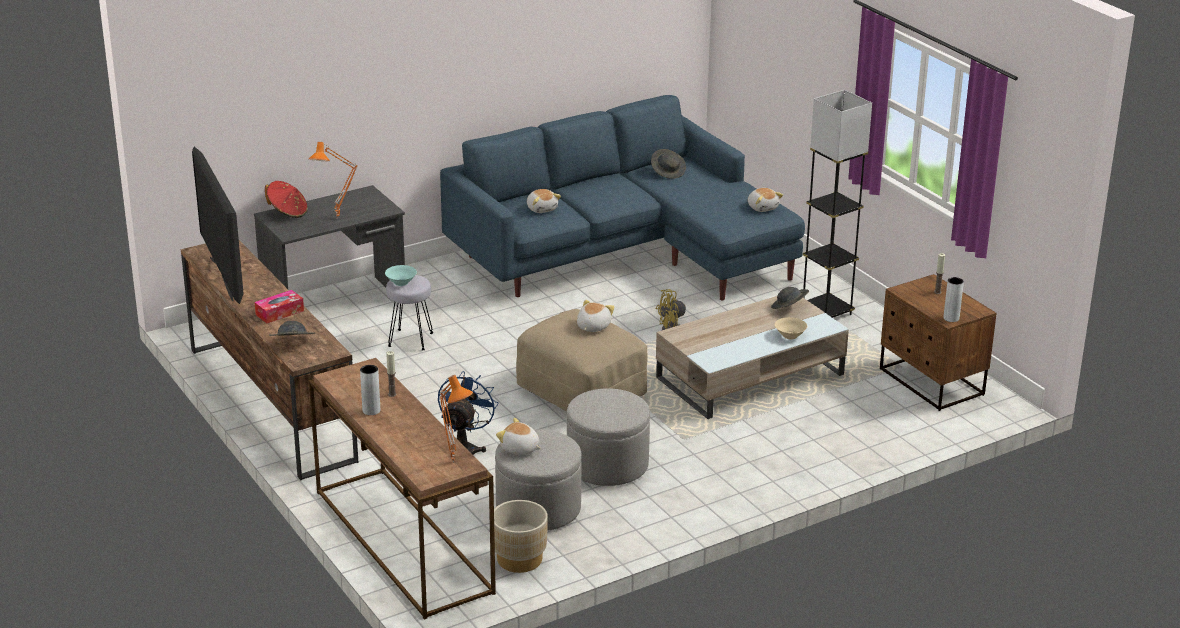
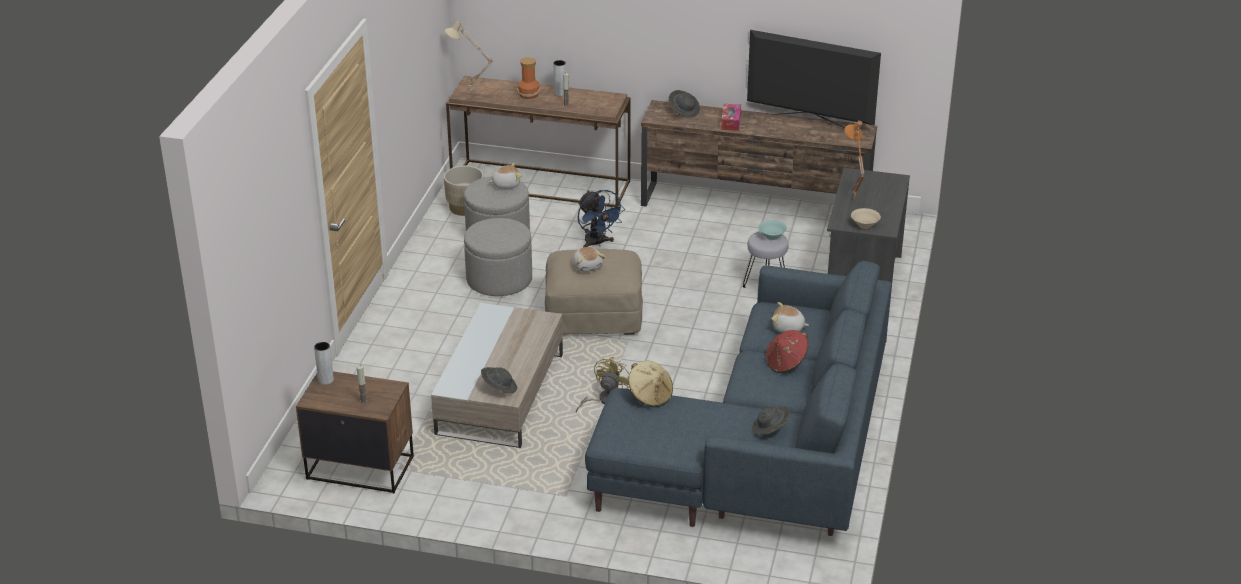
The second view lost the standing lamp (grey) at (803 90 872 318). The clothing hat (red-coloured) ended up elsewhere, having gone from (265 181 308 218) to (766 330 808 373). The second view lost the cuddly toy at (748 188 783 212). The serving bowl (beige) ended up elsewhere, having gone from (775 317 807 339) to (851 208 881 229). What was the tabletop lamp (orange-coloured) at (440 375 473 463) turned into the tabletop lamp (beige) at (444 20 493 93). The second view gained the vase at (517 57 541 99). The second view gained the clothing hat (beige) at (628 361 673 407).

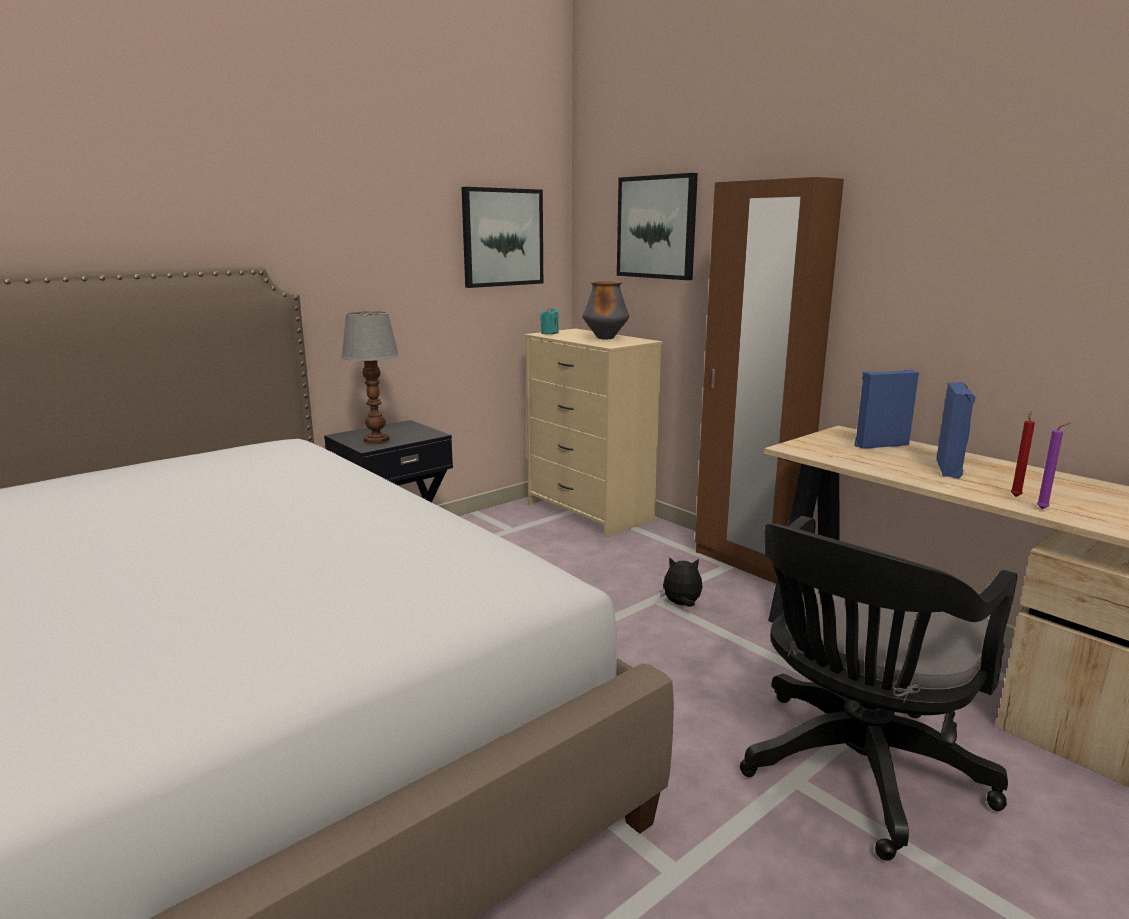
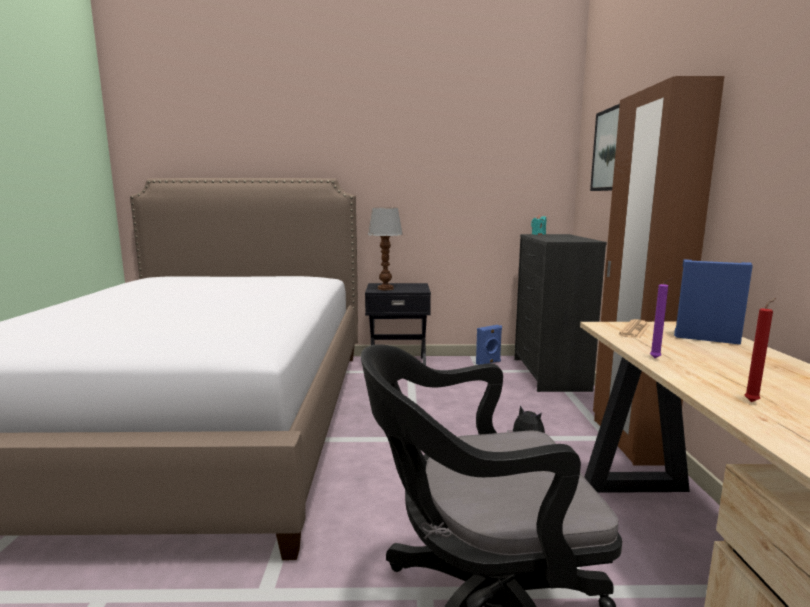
The second view lost the wall picture at (461 187 543 288). The second view lost the vase at (582 281 629 339). What was the chest of drawers (beige) at (525 329 663 537) turned into the chest of drawers (black-coloured) at (514 234 607 392). The loudspeaker (blue) ended up elsewhere, having gone from (936 382 975 479) to (476 325 502 365). The candle (purple) ended up elsewhere, having gone from (1037 423 1071 509) to (650 278 673 358). The second view gained the daily paper at (619 319 649 338).

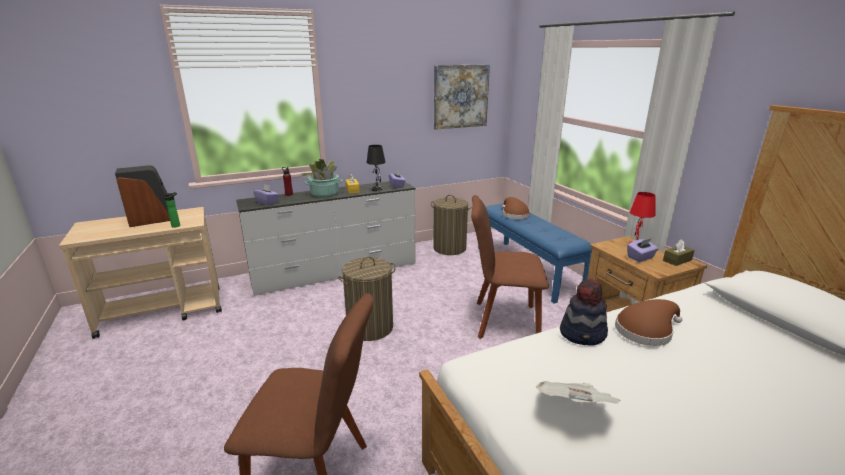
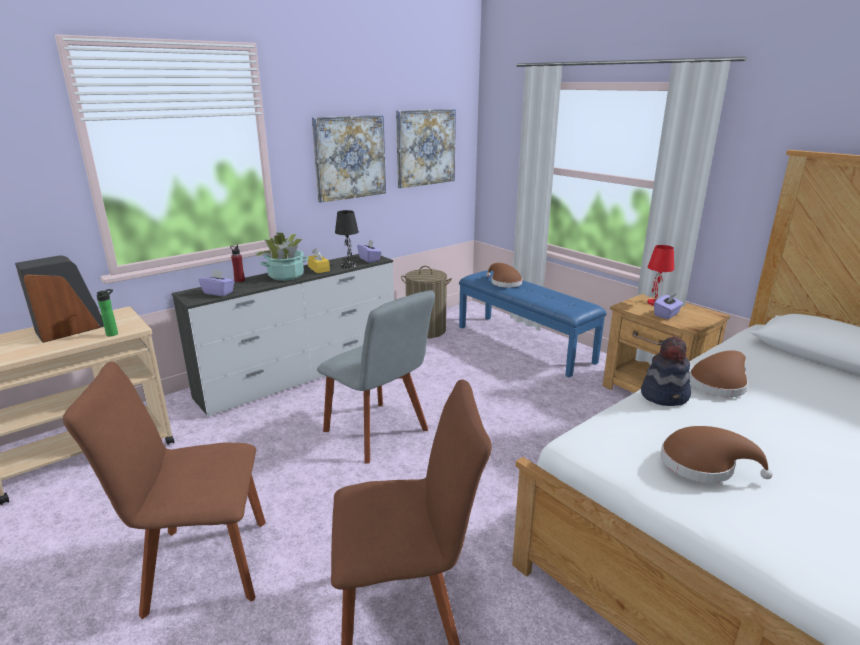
The plain chair (brownish) ended up elsewhere, having gone from (471 195 549 339) to (63 361 266 619). The second view lost the tissue box (brownish) at (663 239 695 266). Where the laundry basket stood at (338 257 396 341), the plain chair (grey) came to stand at (317 290 435 464). Where the daily paper stood at (535 381 621 404), the clothing hat (brownish) came to stand at (661 426 773 483). The second view gained the wall picture at (312 115 386 203).

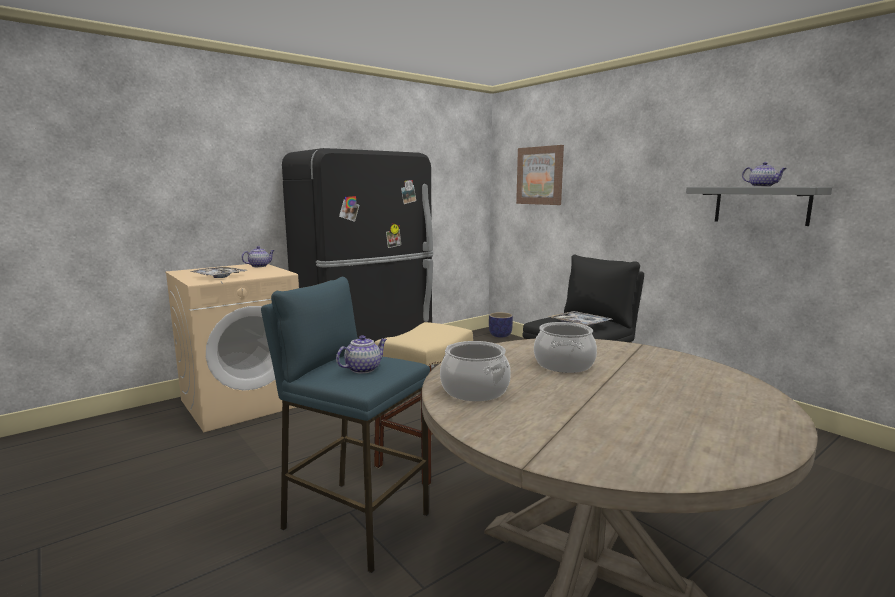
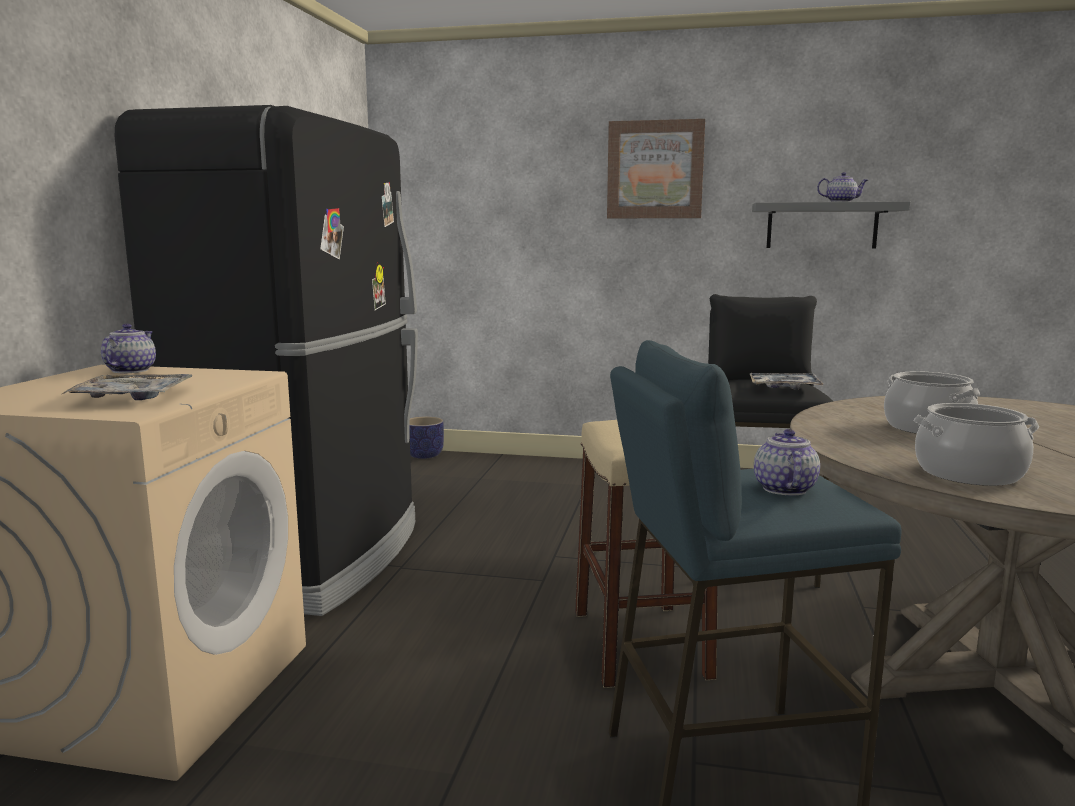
The wall picture ended up elsewhere, having gone from (516 145 564 205) to (607 119 705 218).

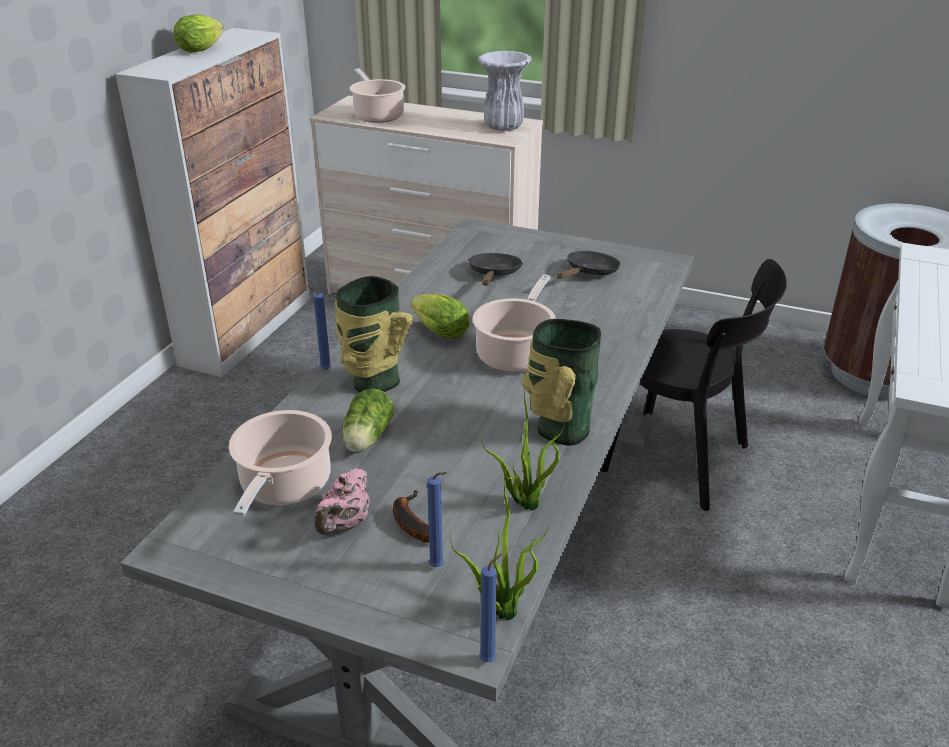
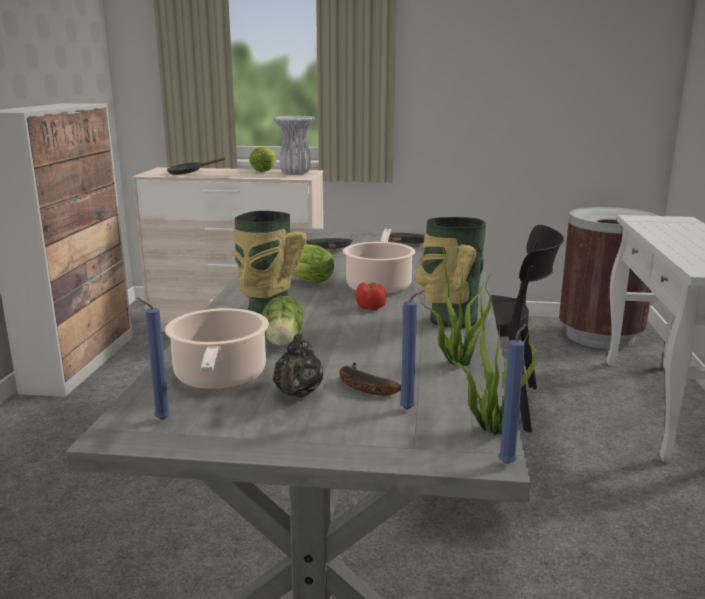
The lettuce head ended up elsewhere, having gone from (173 14 224 53) to (249 146 276 172). Where the saucepot stood at (350 68 406 123), the skillet (black-coloured) came to stand at (167 157 226 175). The candle (blue) ended up elsewhere, having gone from (307 285 332 370) to (137 298 171 420). What was the pot for tea (pinkish) at (315 468 370 535) turned into the pot for tea (black-coloured) at (273 334 323 397). The second view gained the tomato at (356 283 386 310).

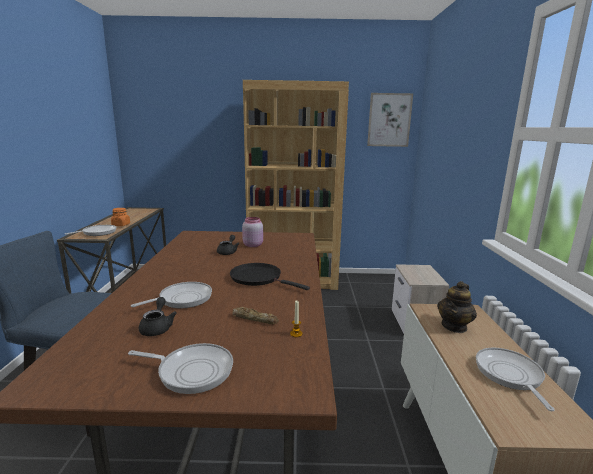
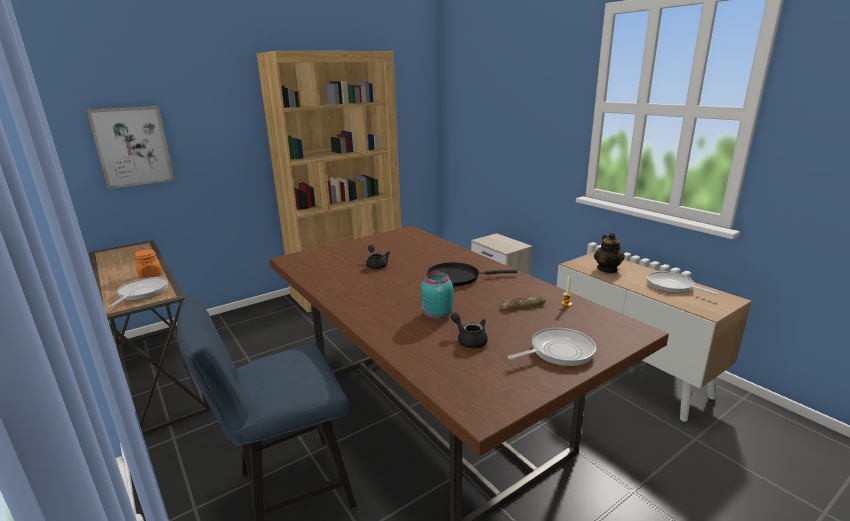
The wall picture ended up elsewhere, having gone from (367 93 413 147) to (87 106 175 189). The second view lost the storage jar (pinkish) at (242 217 263 247). Where the skillet stood at (131 282 212 308), the storage jar (blue-green) came to stand at (421 271 453 319).

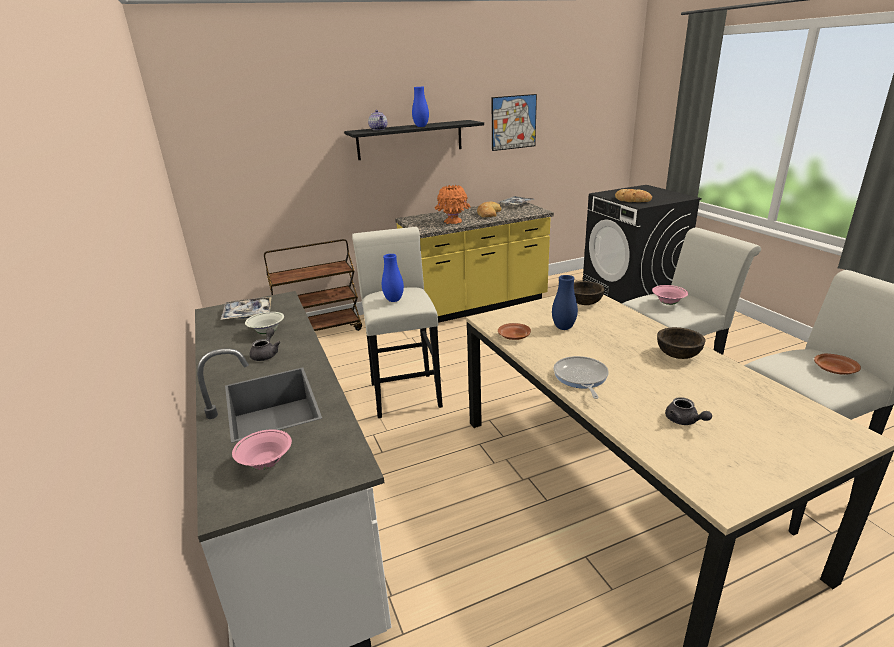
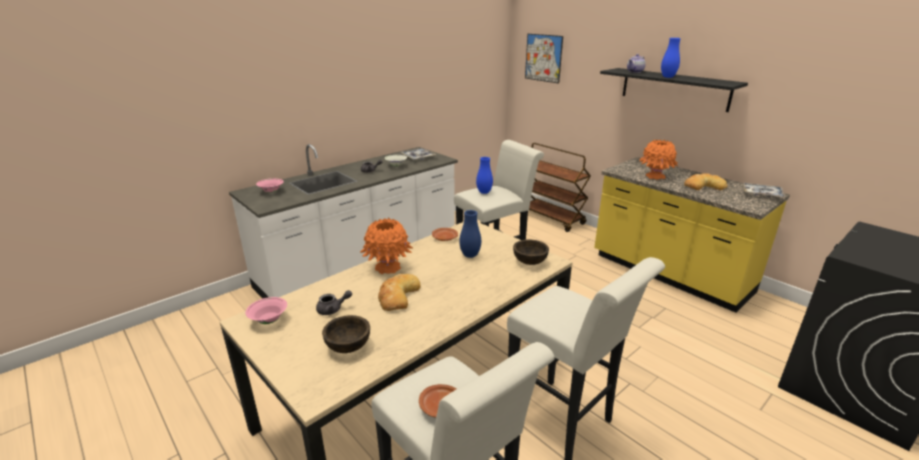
The wall picture ended up elsewhere, having gone from (492 94 537 151) to (525 34 563 84). The baked bread ended up elsewhere, having gone from (615 189 652 202) to (378 274 420 311). The serving bowl (pinkish) ended up elsewhere, having gone from (652 285 688 305) to (245 297 287 324). The serving bowl (brownish) ended up elsewhere, having gone from (657 327 706 359) to (322 315 370 353). Where the skillet stood at (554 356 609 399), the vase (orange-coloured) came to stand at (360 218 413 274). The pot for tea (grey) at (665 397 712 425) ended up facing another way, 150 degrees counterclockwise from before.

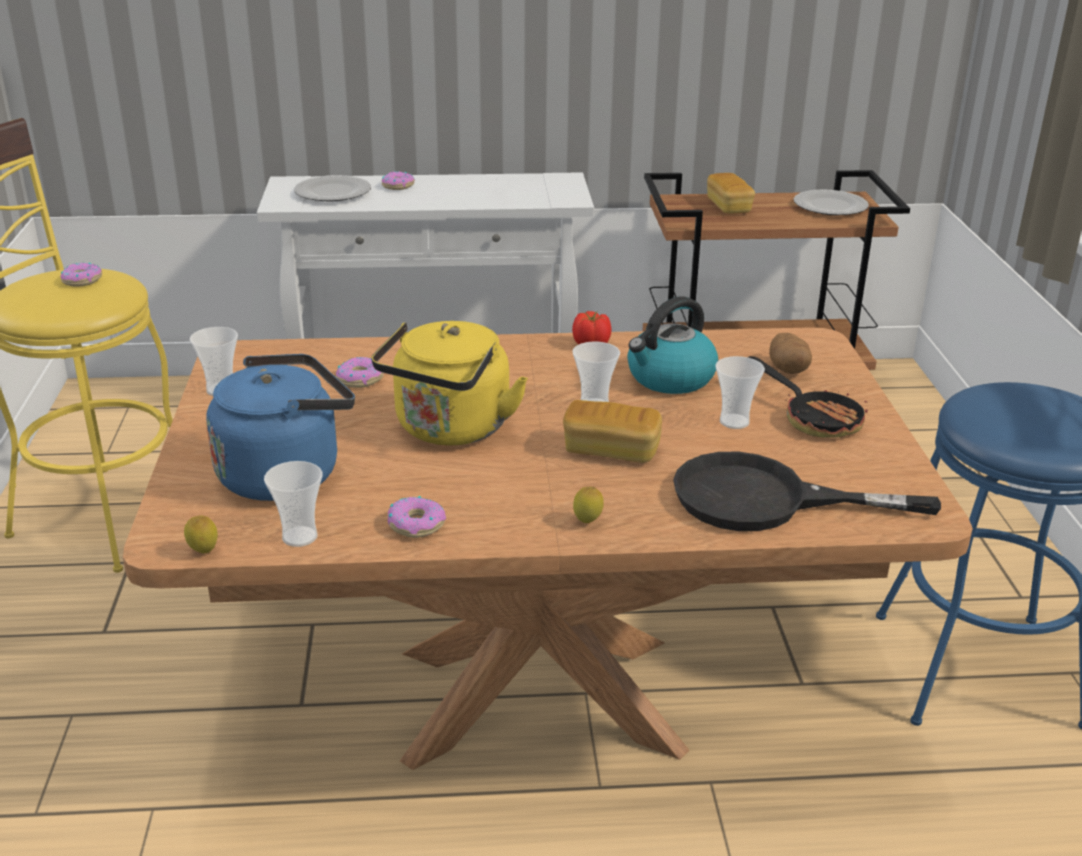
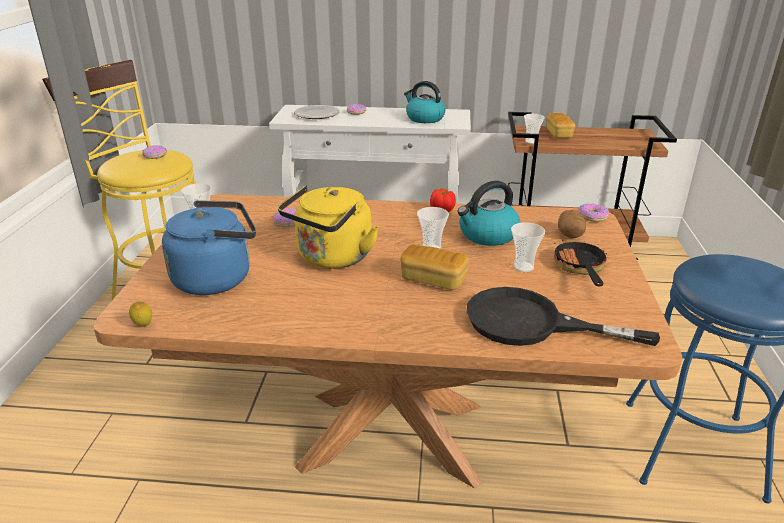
The second view lost the plate at (794 190 869 215). The skillet at (748 356 868 438) ended up facing another way, 150 degrees counterclockwise from before. The drinking cup ended up elsewhere, having gone from (264 461 322 547) to (524 114 545 144). The second view lost the citrus fruit at (573 487 604 523). The doughnut ended up elsewhere, having gone from (388 496 446 538) to (578 203 610 222). The second view gained the water kettle at (404 81 445 123).

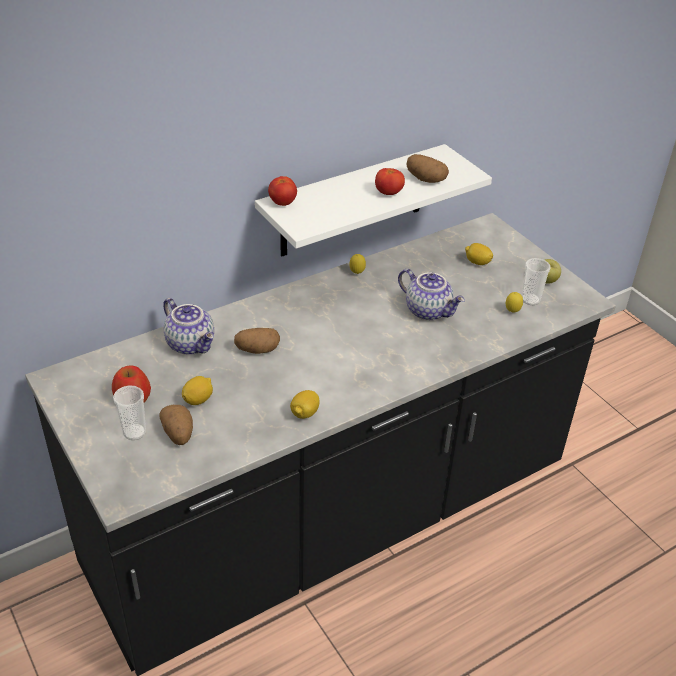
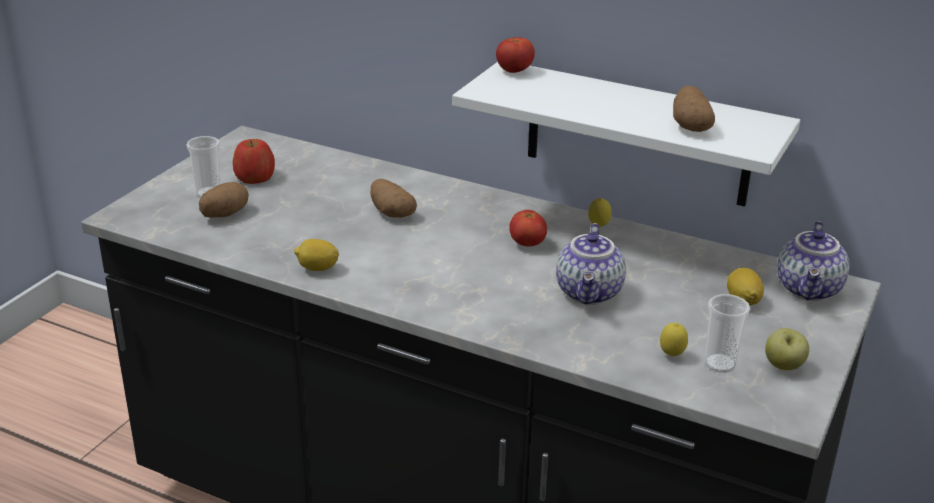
The tomato ended up elsewhere, having gone from (375 168 405 195) to (509 210 547 247). The pot for tea ended up elsewhere, having gone from (164 298 214 355) to (777 221 849 301). The second view lost the citrus fruit at (182 376 213 405).

